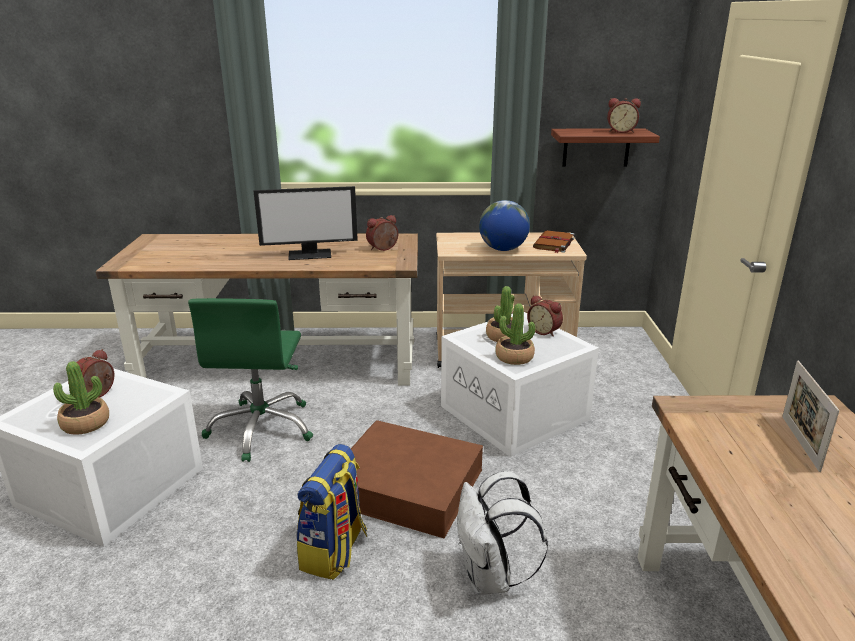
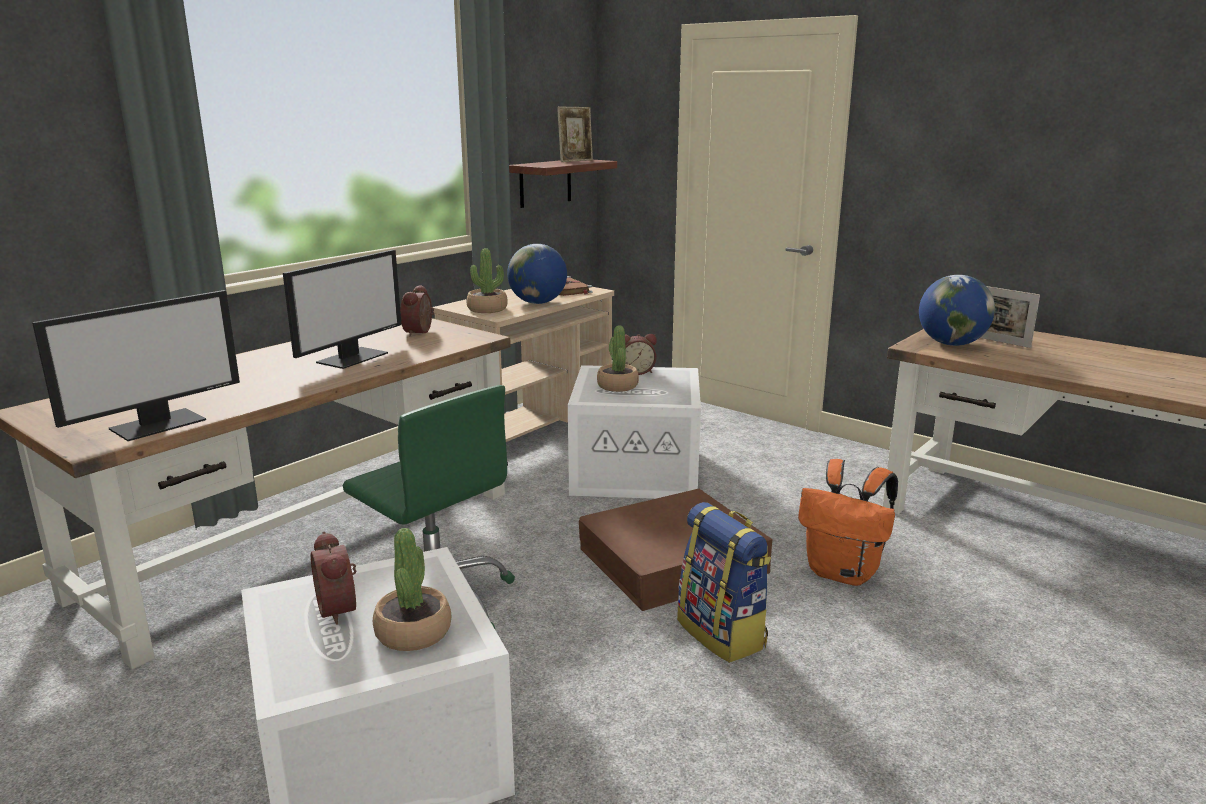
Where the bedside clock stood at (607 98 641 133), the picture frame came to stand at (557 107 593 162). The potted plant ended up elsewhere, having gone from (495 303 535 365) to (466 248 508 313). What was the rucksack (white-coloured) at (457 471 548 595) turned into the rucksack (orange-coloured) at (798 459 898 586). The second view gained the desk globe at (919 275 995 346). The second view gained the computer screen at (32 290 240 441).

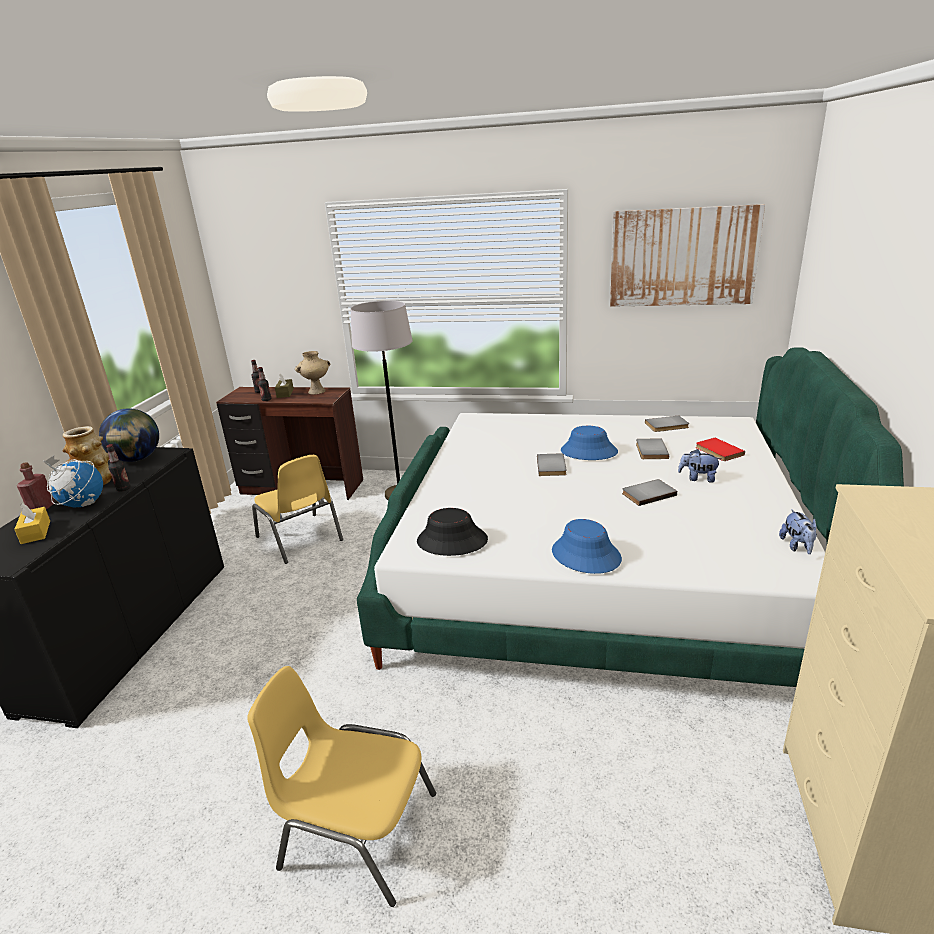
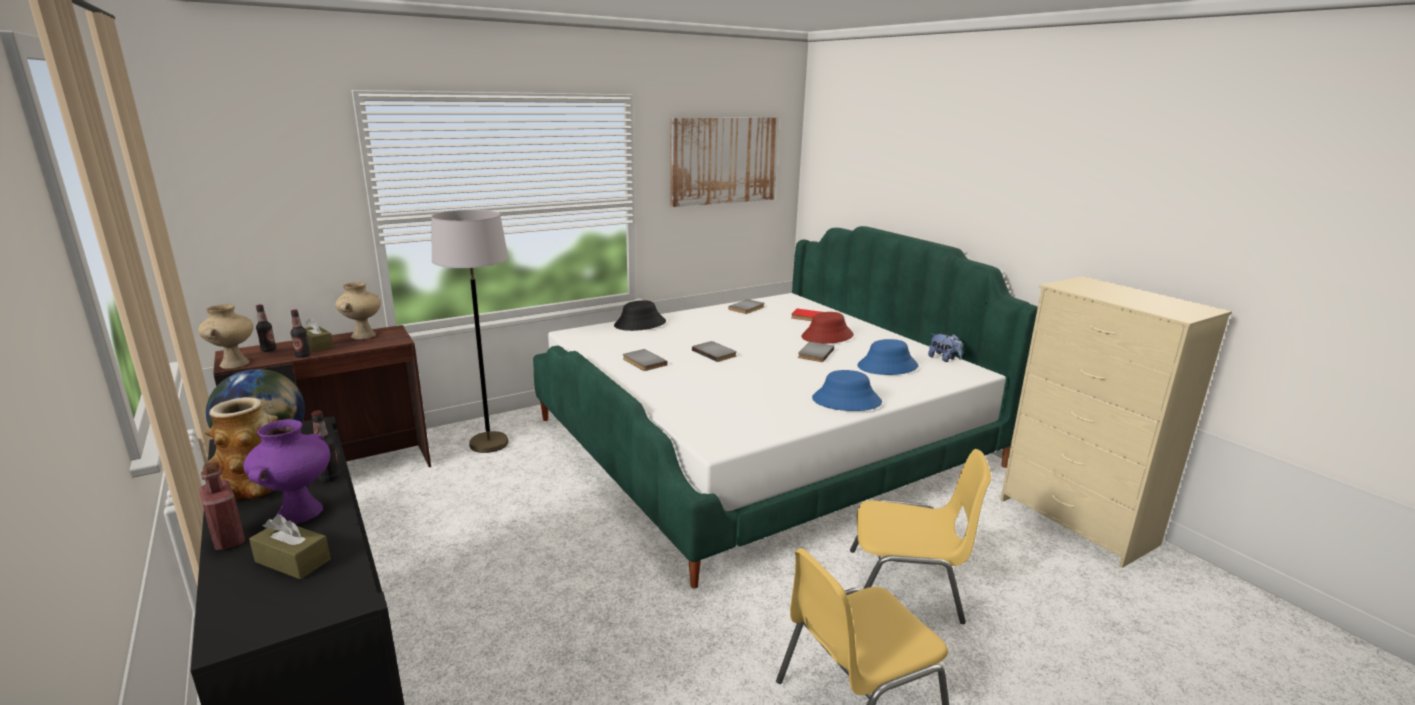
The clothing hat (blue) ended up elsewhere, having gone from (561 426 618 460) to (858 339 919 375). The volume (grey) ended up elsewhere, having gone from (636 438 669 459) to (623 349 668 371). Where the cuddly toy stood at (678 449 722 483), the clothing hat (red-coloured) came to stand at (801 312 854 344). Where the desk globe stood at (43 455 103 507), the vase (purple) came to stand at (243 419 330 524). The plain chair (yellow) ended up elsewhere, having gone from (252 455 343 564) to (850 449 991 624). What was the tissue box (yellow) at (14 503 50 544) turned into the tissue box (brownish) at (249 514 331 579). The clothing hat (black-coloured) ended up elsewhere, having gone from (417 508 488 556) to (614 300 666 331). The second view gained the vase (beige) at (198 304 254 369).

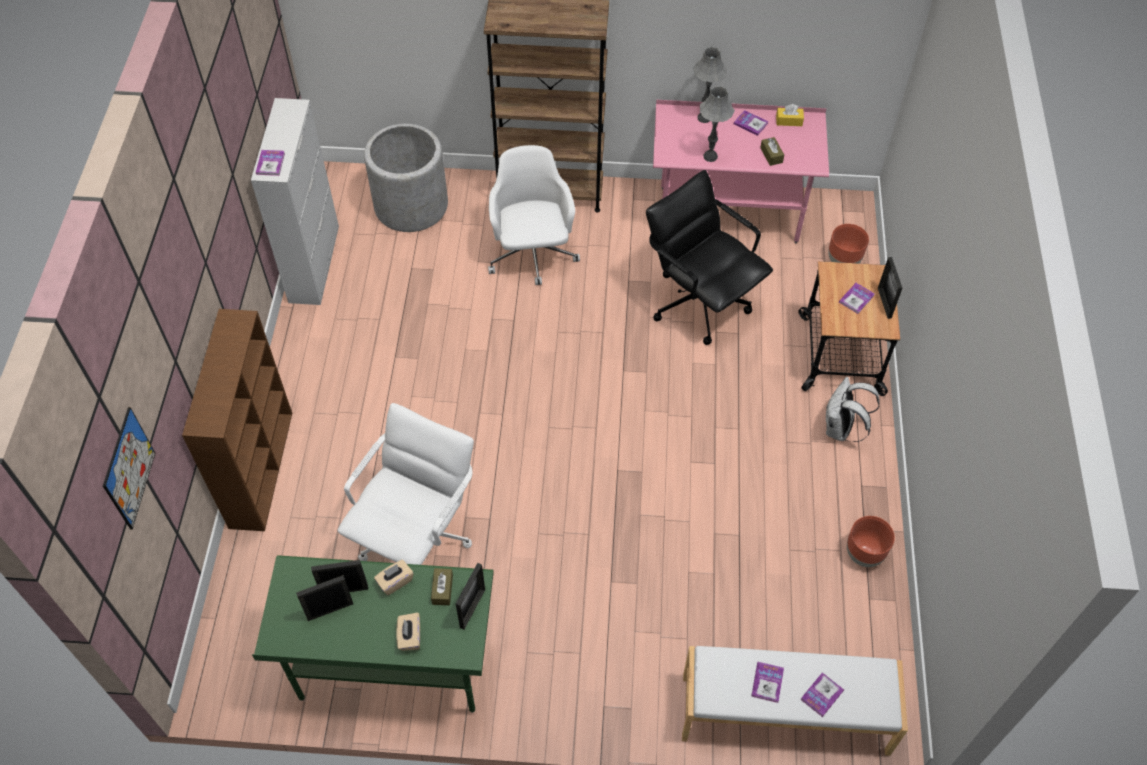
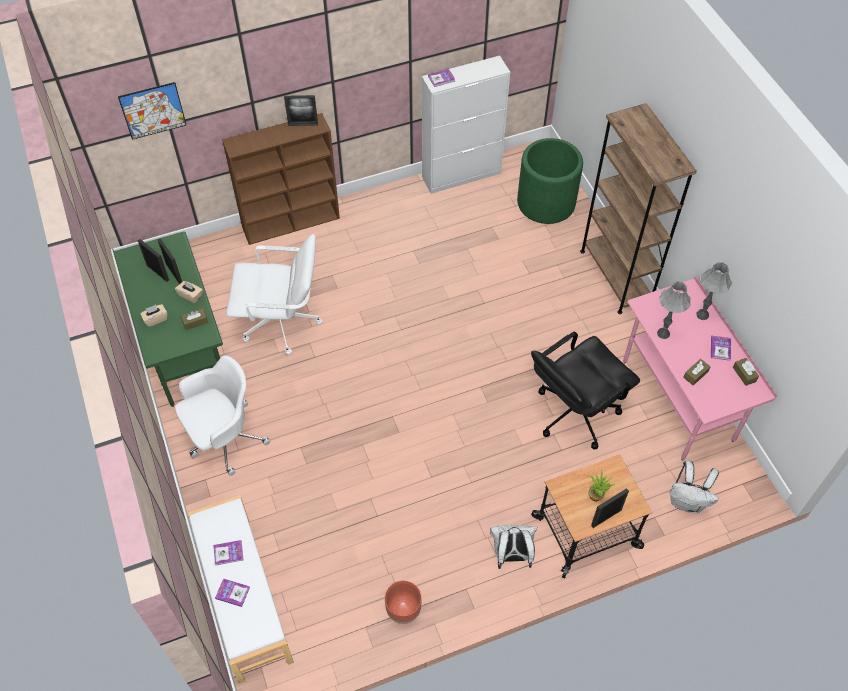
What was the tissue box (yellow) at (776 104 804 126) turned into the tissue box (brownish) at (733 358 759 386). What was the flower pot (grey) at (364 124 448 232) turned into the flower pot (greenish) at (517 138 583 224). The computer chair (white-coloured) ended up elsewhere, having gone from (488 145 580 285) to (175 355 270 476). The computer chair (black-coloured) at (646 170 773 345) ended up facing another way, 150 degrees counterclockwise from before. Where the flower pot (brownish) stood at (828 224 869 264), the rucksack (white-coloured) came to stand at (670 460 719 514). Where the volume stood at (839 283 875 314), the potted plant came to stand at (588 470 615 502). The picture frame ended up elsewhere, having gone from (456 563 485 630) to (284 95 318 126).

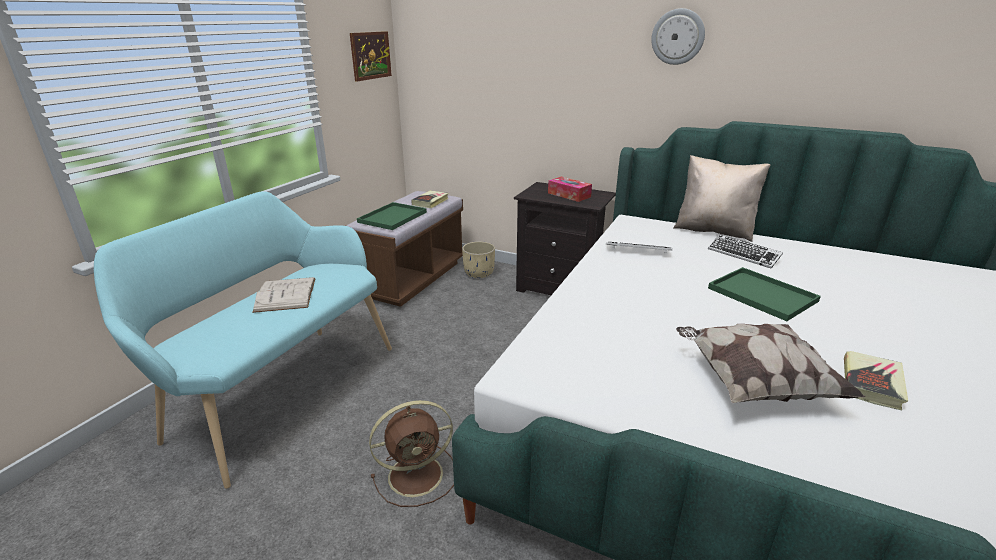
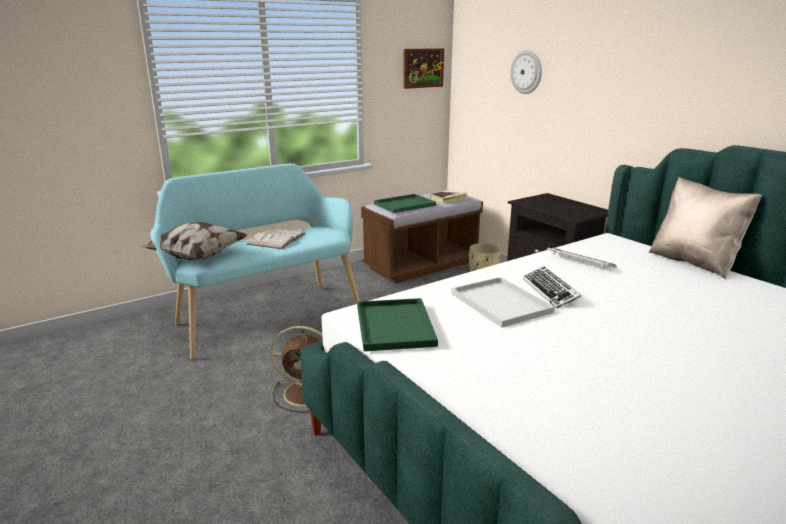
The wall clock ended up elsewhere, having gone from (651 8 705 65) to (511 50 542 94). The second view lost the tissue box at (548 177 592 202). The computer keyboard ended up elsewhere, having gone from (708 234 783 268) to (523 266 581 309). The tray (greenish) ended up elsewhere, having gone from (708 267 821 321) to (357 298 438 351). The pillow ended up elsewhere, having gone from (676 324 865 403) to (142 221 247 260). The second view lost the volume at (844 351 908 410). The second view gained the tray (white-coloured) at (451 277 555 328).

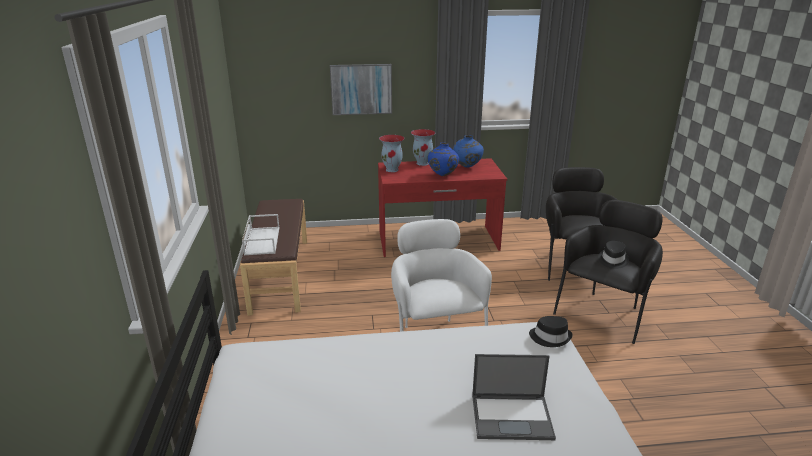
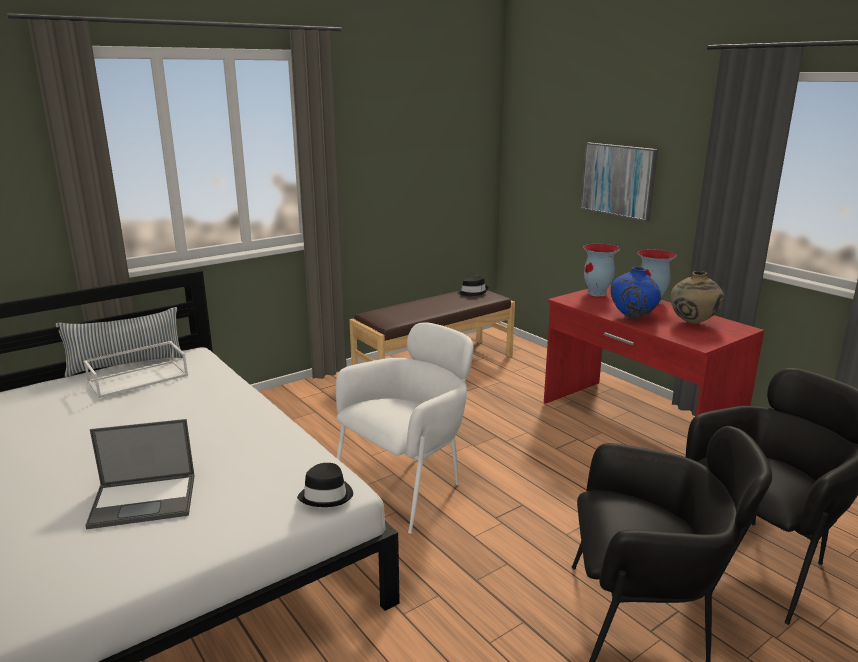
What was the vase (blue) at (453 135 484 167) turned into the vase (beige) at (670 271 724 324). The tray (white-coloured) ended up elsewhere, having gone from (242 214 280 255) to (83 341 188 398). The clothing hat (black-coloured) ended up elsewhere, having gone from (598 241 629 269) to (457 276 489 296). The portable computer at (472 354 556 440) ended up facing another way, 75 degrees counterclockwise from before. The second view gained the pillow at (55 307 183 377).

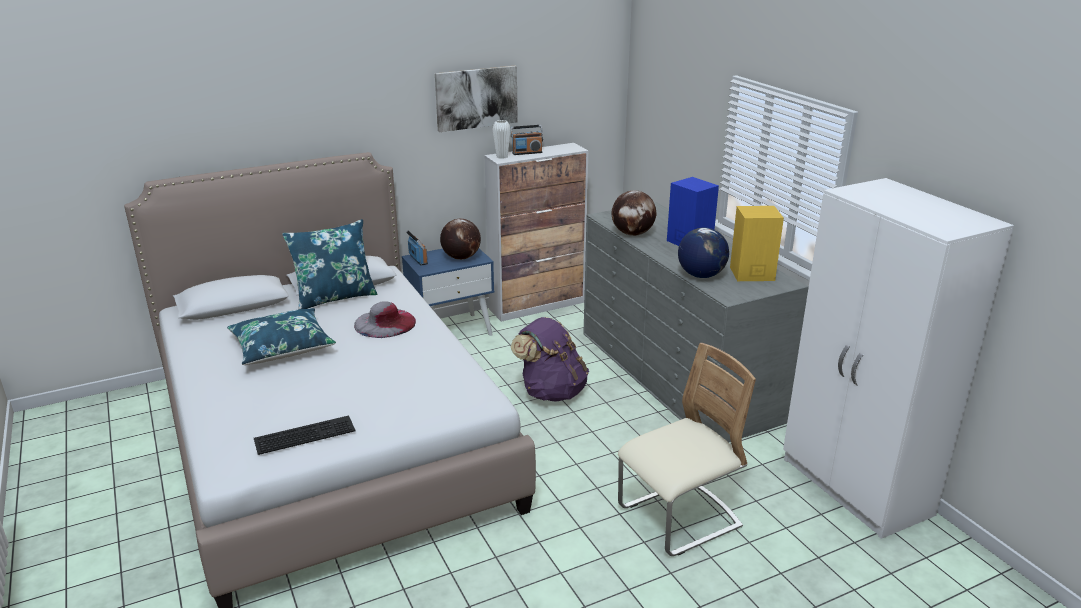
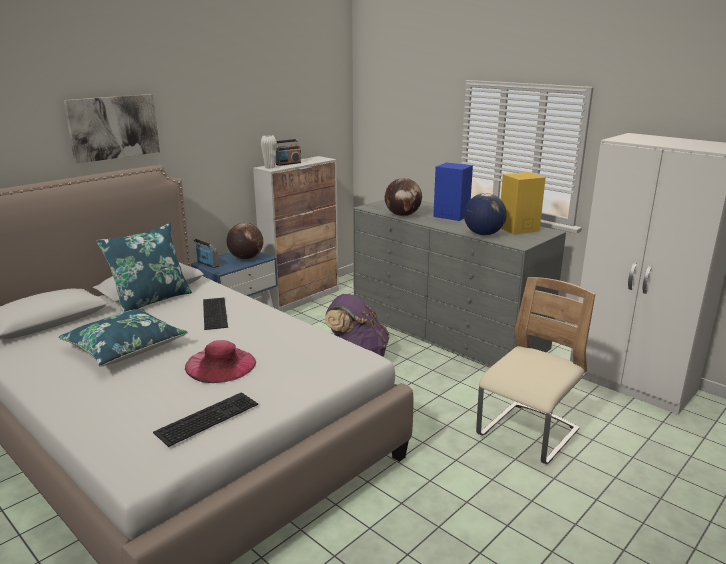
The wall picture ended up elsewhere, having gone from (435 66 518 132) to (64 94 160 164). Where the clothing hat (grey) stood at (354 301 416 338), the computer keyboard came to stand at (203 298 228 330). The second view gained the clothing hat (pinkish) at (185 340 256 383).

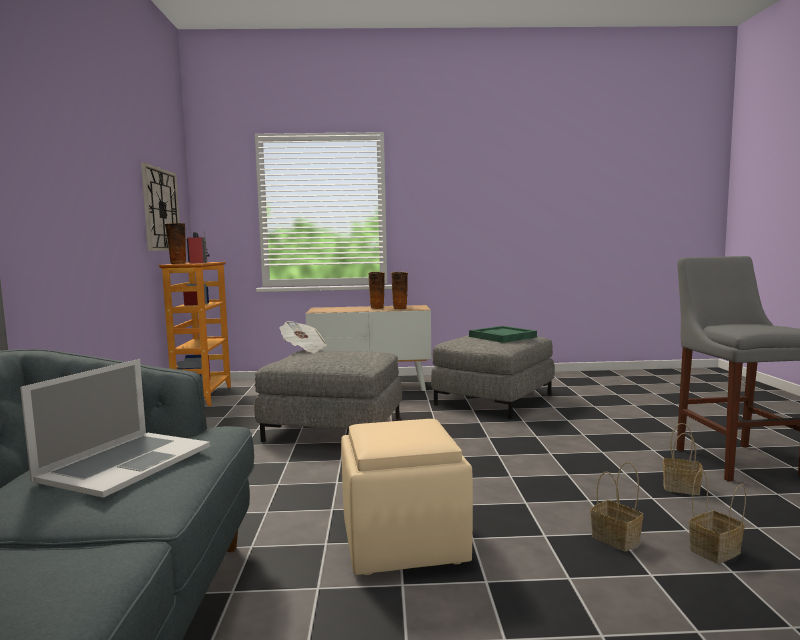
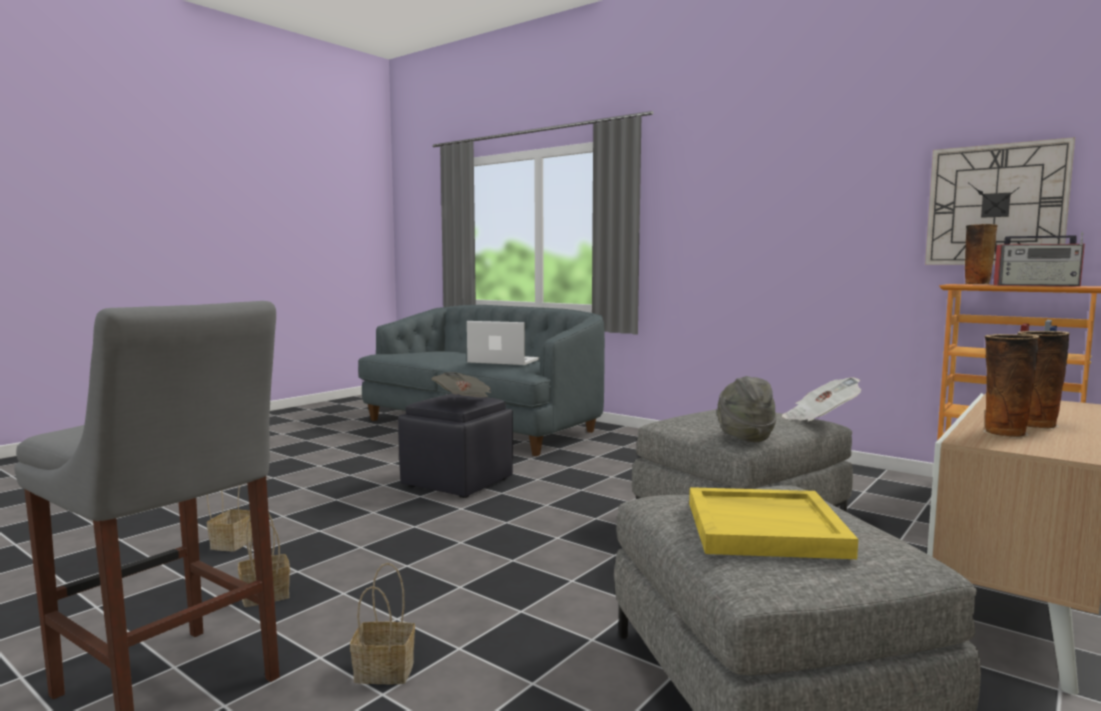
What was the tray (greenish) at (469 326 537 343) turned into the tray (yellow) at (689 487 858 559). The portable computer at (20 359 210 498) ended up facing another way, 135 degrees clockwise from before. What was the footrest (beige) at (341 419 473 575) turned into the footrest (black-coloured) at (398 394 513 498). The household basket ended up elsewhere, having gone from (590 462 643 552) to (350 563 415 684). The second view gained the daily paper at (431 372 491 397). The second view gained the clothing hat (grey) at (717 376 776 442).

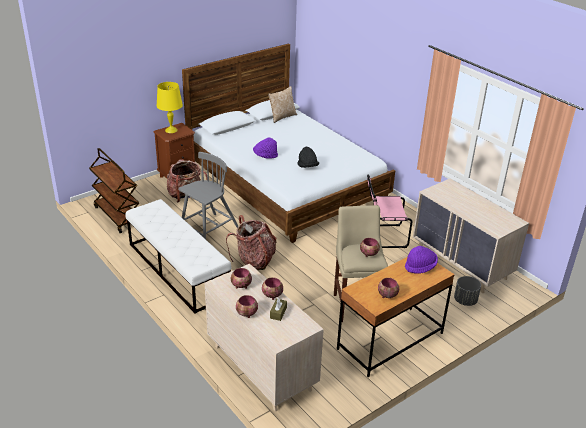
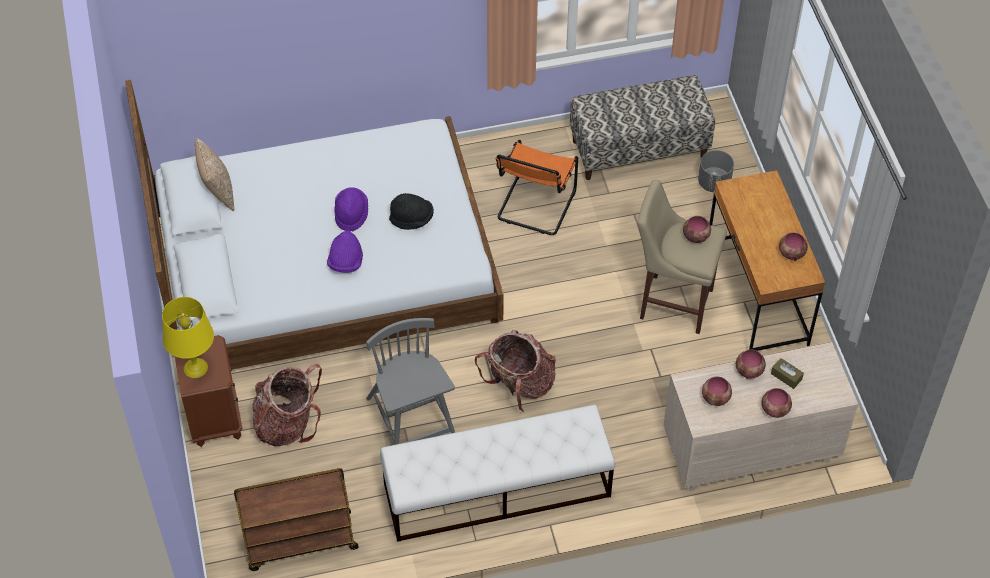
What was the plain chair (pinkish) at (367 175 412 248) turned into the plain chair (orange-coloured) at (496 140 578 235). Where the chest of drawers (beige) stood at (413 179 529 293), the long seat came to stand at (570 75 715 180). The clothing hat (purple) ended up elsewhere, having gone from (405 246 438 274) to (334 187 368 232).

